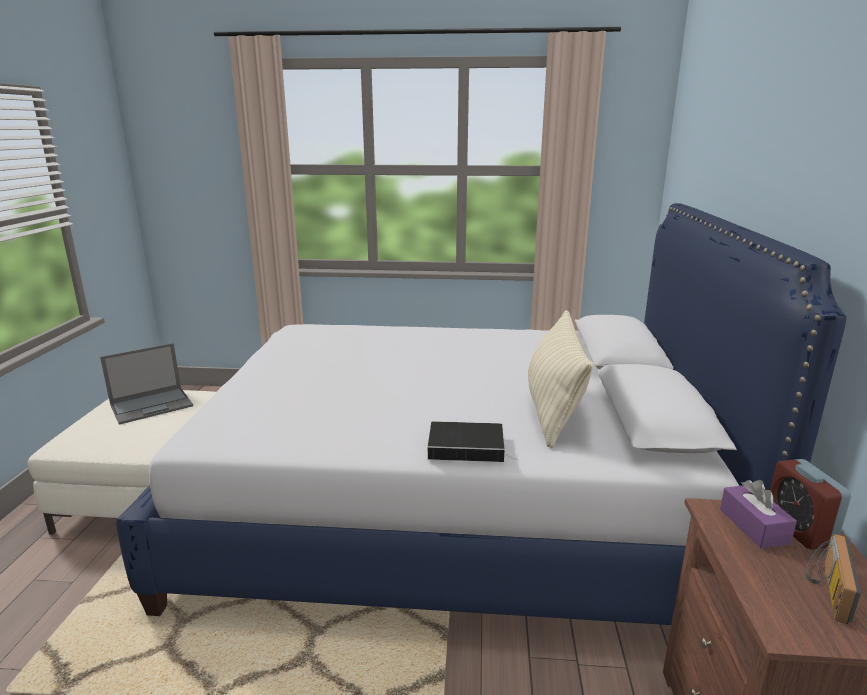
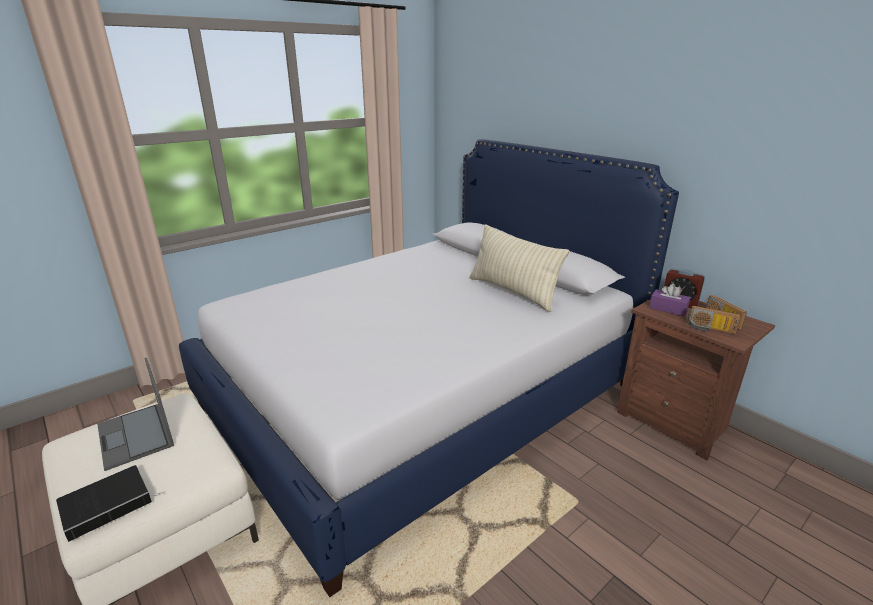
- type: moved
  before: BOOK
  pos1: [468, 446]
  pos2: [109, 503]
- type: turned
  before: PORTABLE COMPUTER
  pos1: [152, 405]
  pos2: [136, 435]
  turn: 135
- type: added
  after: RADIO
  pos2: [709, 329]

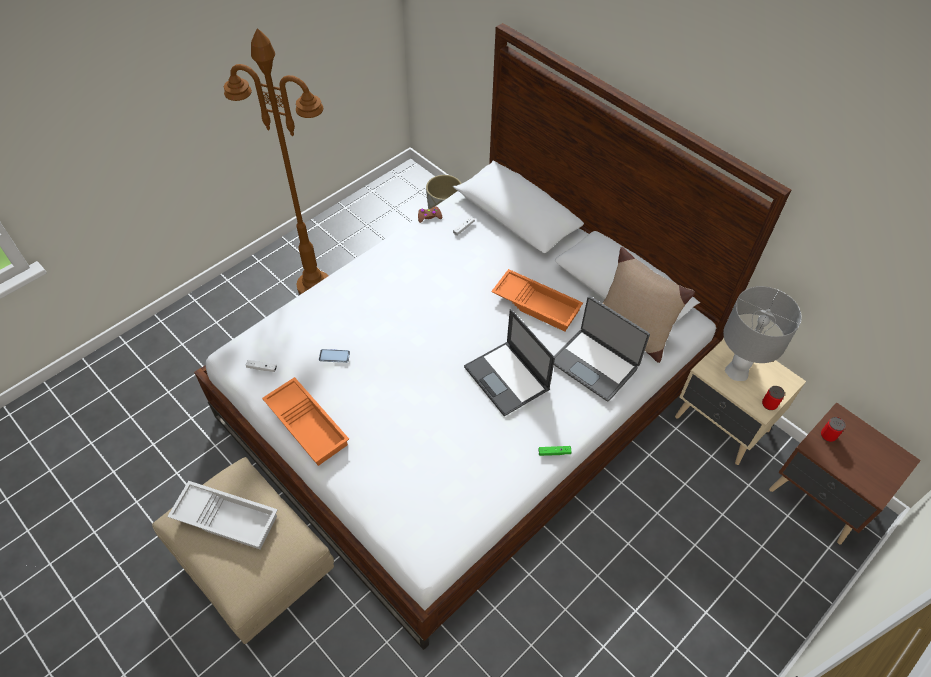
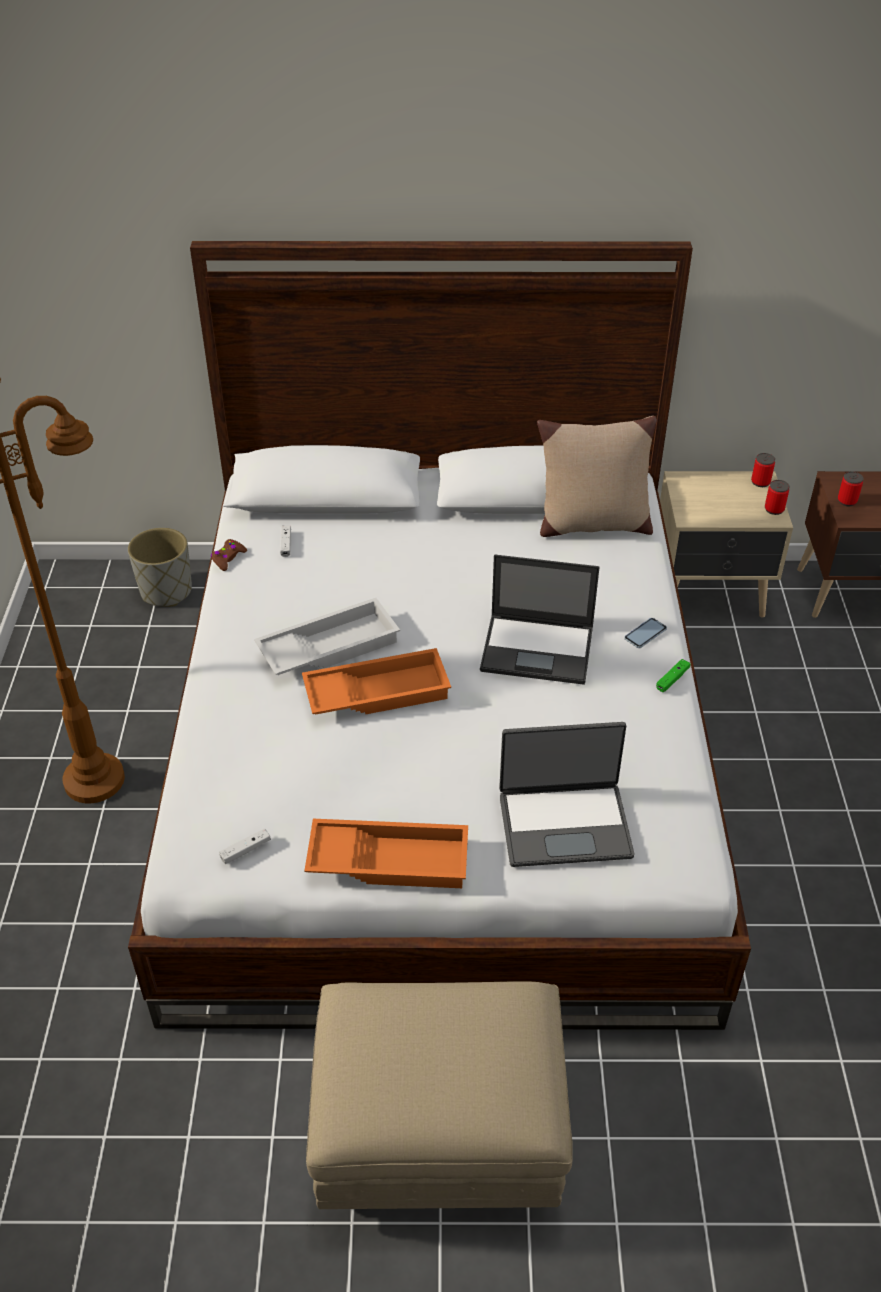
- type: moved
  before: WHITE SERVING TRAY
  pos1: [227, 517]
  pos2: [329, 646]
- type: moved
  before: ORANGE-COLOURED SERVING TRAY
  pos1: [537, 303]
  pos2: [377, 691]
- type: moved
  before: PORTABLE COMPUTER
  pos1: [595, 364]
  pos2: [564, 824]
- type: moved
  before: HANDSET
  pos1: [334, 356]
  pos2: [645, 634]
- type: added
  after: METAL CAN
  pos2: [760, 482]
- type: removed
  before: GRAY TABLE LAMP
  pos1: [737, 371]

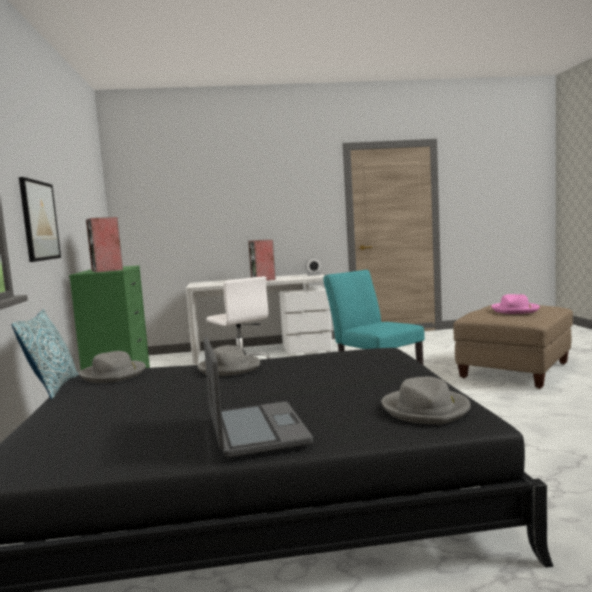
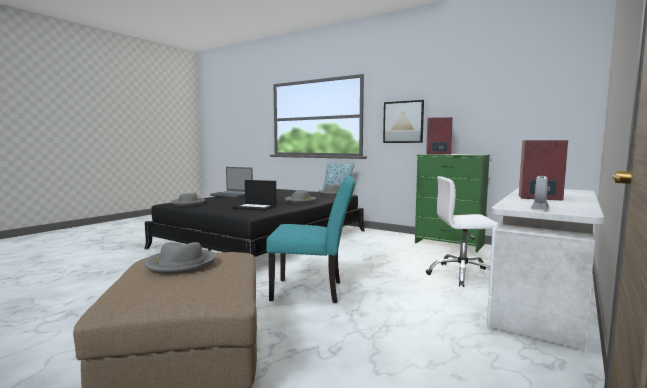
- type: recoloured
  before: PINKISH CLOTHING HAT
  after: GRAY CLOTHING HAT
  pos1: [515, 310]
  pos2: [180, 264]
- type: added
  after: PORTABLE COMPUTER
  pos2: [255, 207]

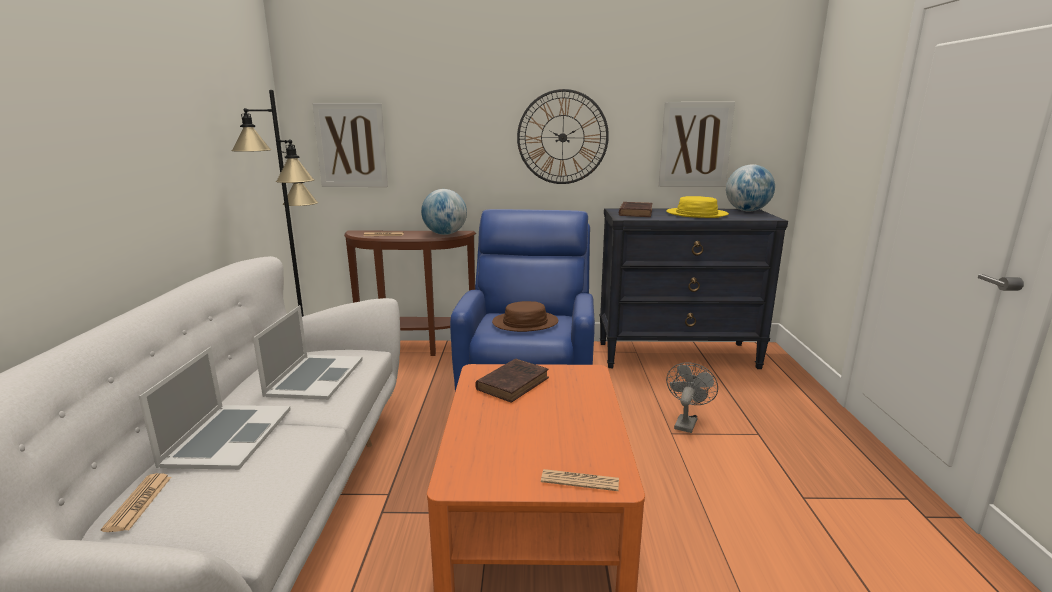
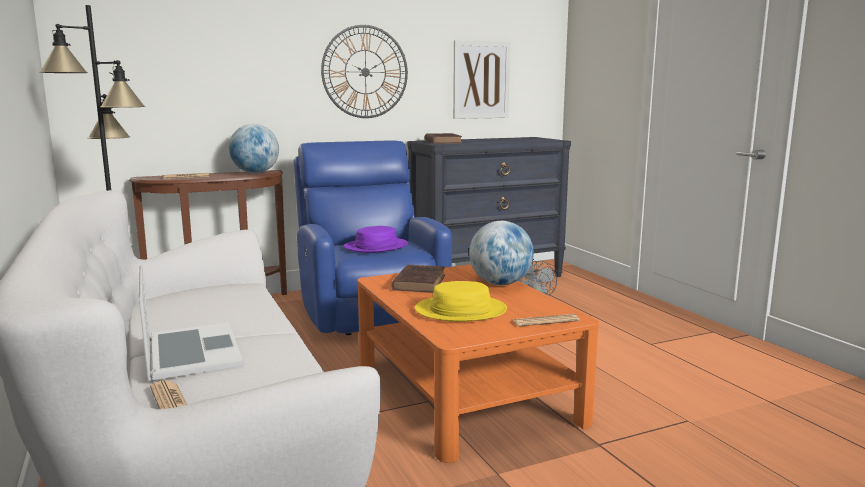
- type: recoloured
  before: BROWN CLOTHING HAT
  after: PURPLISH CLOTHING HAT
  pos1: [525, 323]
  pos2: [376, 246]
- type: moved
  before: YELLOWISH CLOTHING HAT
  pos1: [696, 214]
  pos2: [461, 310]
- type: moved
  before: GLOBE
  pos1: [747, 211]
  pos2: [500, 284]
- type: removed
  before: PORTABLE COMPUTER
  pos1: [315, 377]
- type: removed
  before: PICTURE
  pos1: [351, 145]

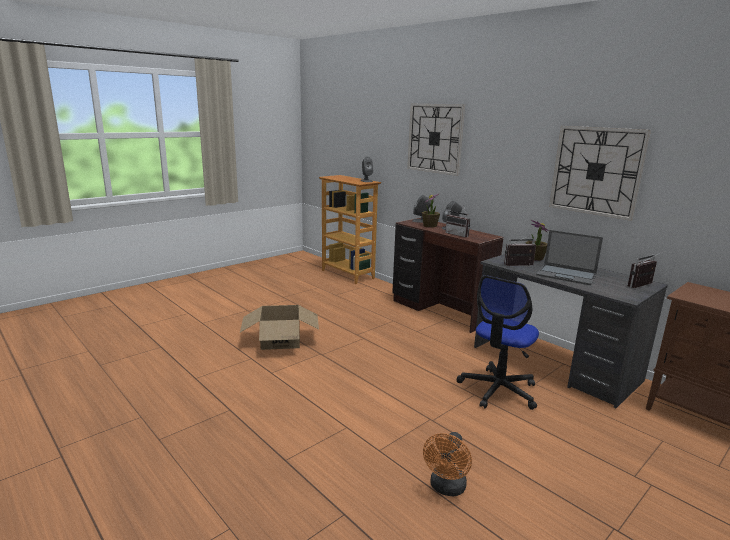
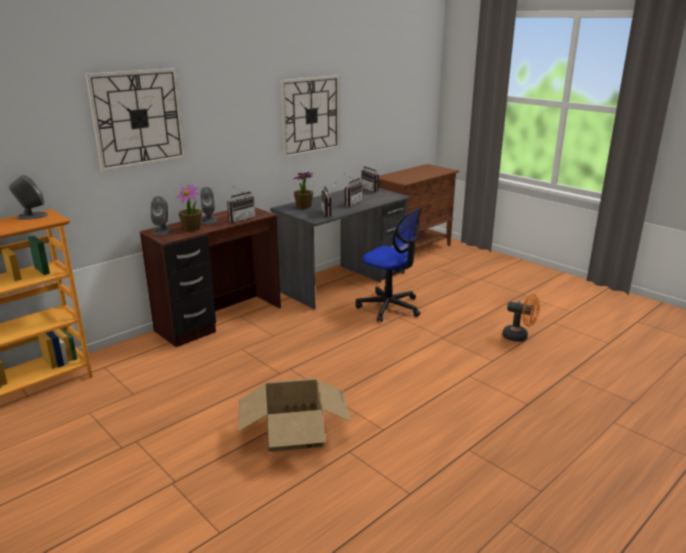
- type: replaced
  before: PORTABLE COMPUTER
  after: RADIO
  pos1: [567, 275]
  pos2: [350, 203]

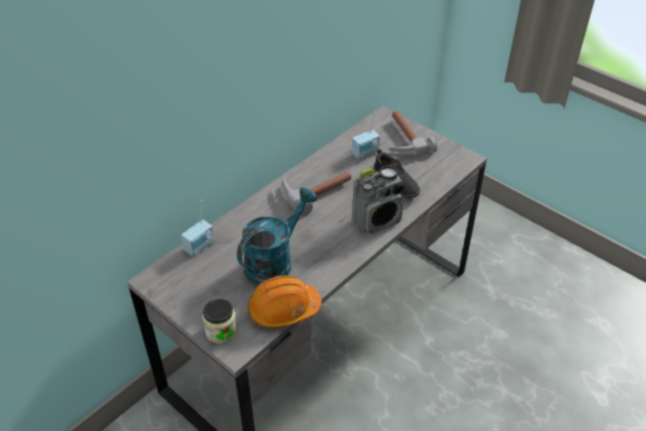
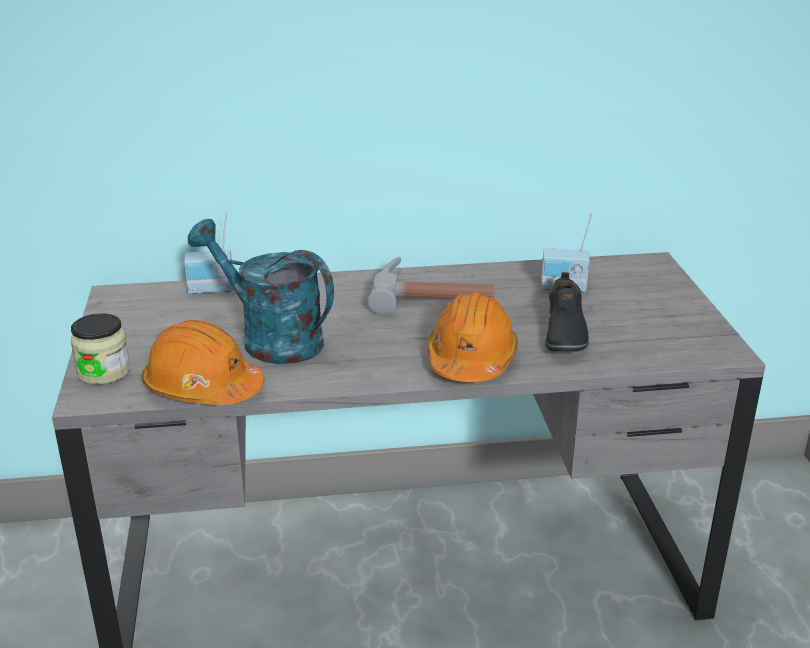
- type: turned
  before: BLUE-GREEN WATERING CAN
  pos1: [274, 261]
  pos2: [270, 339]
  turn: -135
- type: replaced
  before: RADIO
  after: ORANGE-COLOURED SAFETY HELMET
  pos1: [377, 220]
  pos2: [471, 359]
- type: removed
  before: HAND HAMMER
  pos1: [401, 140]

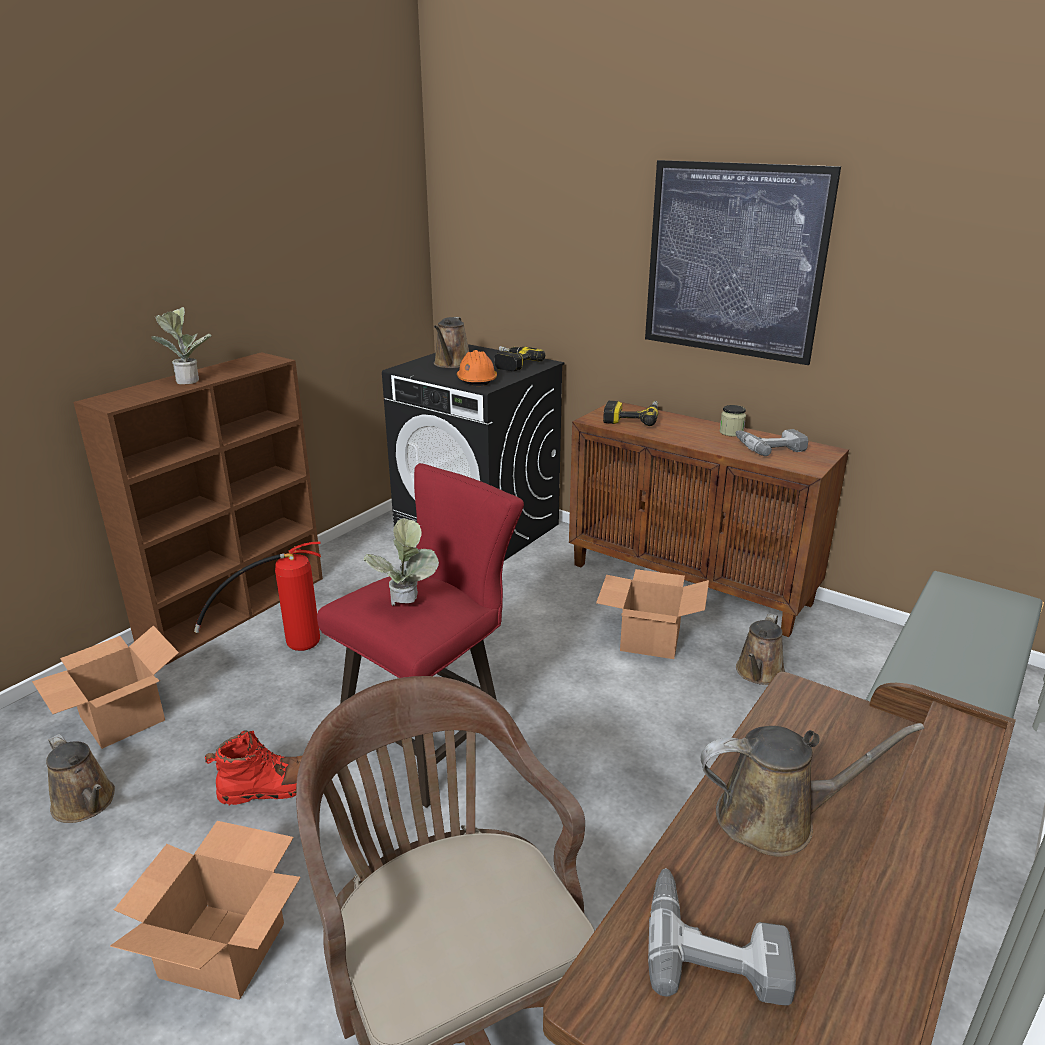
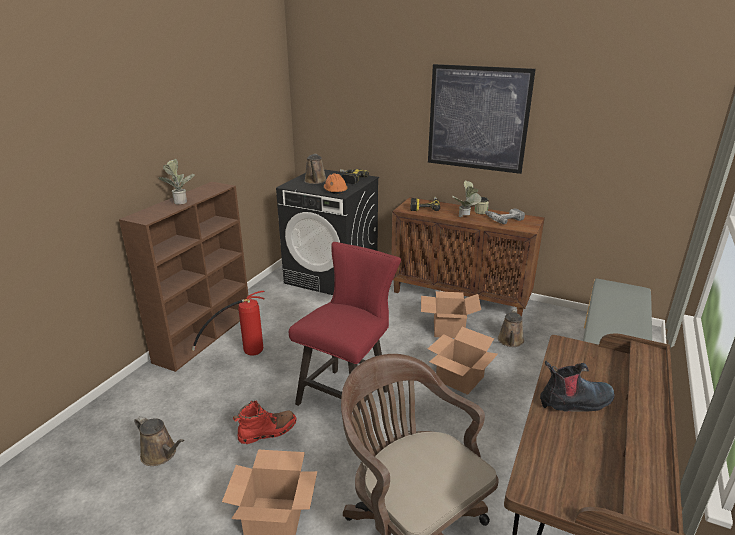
- type: moved
  before: PACKING BOX
  pos1: [123, 718]
  pos2: [460, 378]
- type: moved
  before: POTTED PLANT
  pos1: [405, 607]
  pos2: [465, 217]
- type: replaced
  before: BROWN WATERING CAN
  after: BOOT
  pos1: [775, 818]
  pos2: [575, 402]
- type: removed
  before: DRILL
  pos1: [715, 945]

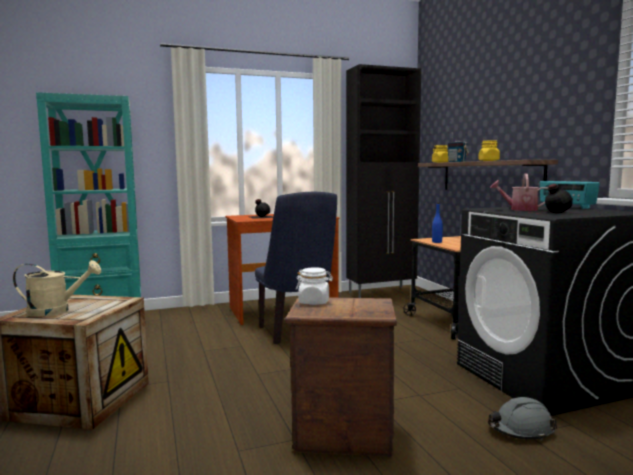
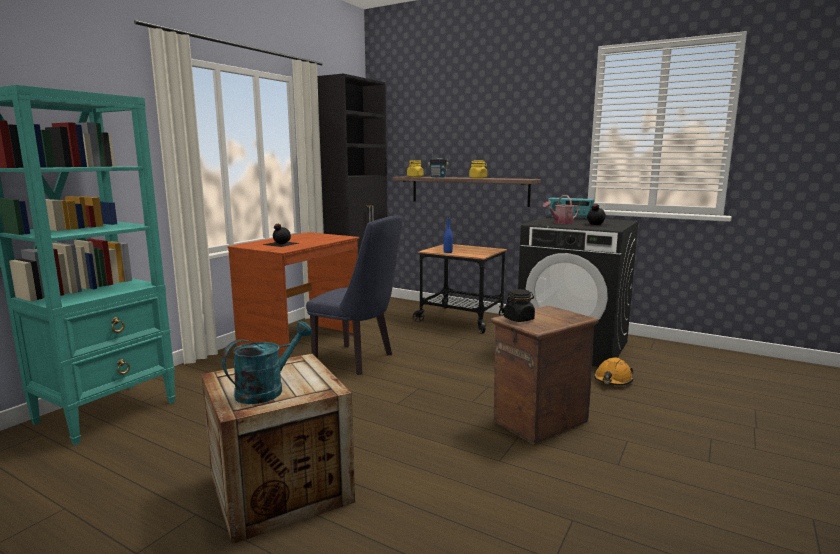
- type: recoloured
  before: BEIGE-COLOURED WATERING CAN
  after: BLUE-GREEN WATERING CAN
  pos1: [56, 311]
  pos2: [267, 390]
- type: recoloured
  before: WHITE STORAGE JAR
  after: BLACK STORAGE JAR
  pos1: [314, 302]
  pos2: [519, 319]
- type: recoloured
  before: GRAY SAFETY HELMET
  after: ORANGE-COLOURED SAFETY HELMET
  pos1: [520, 430]
  pos2: [613, 380]

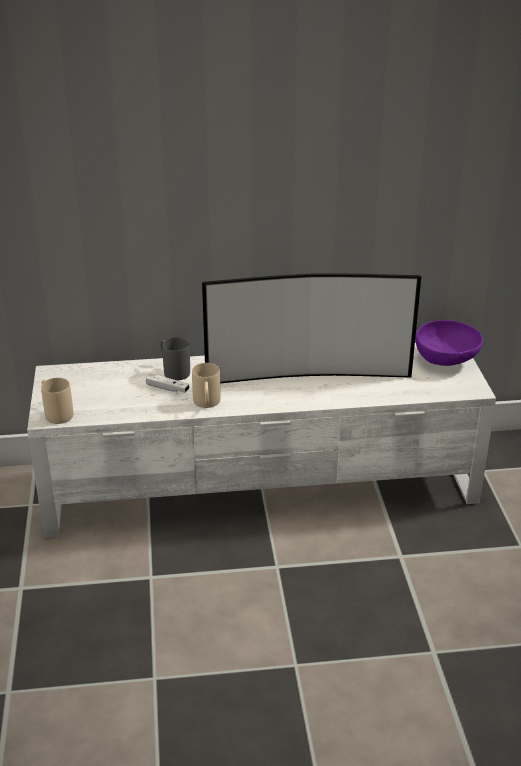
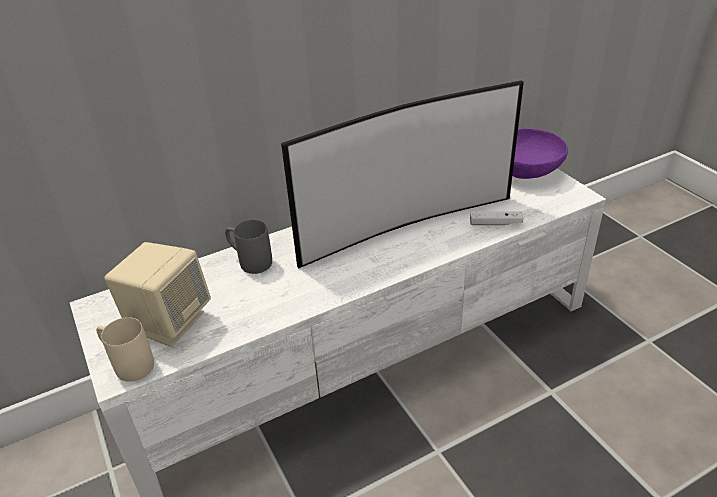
- type: added
  after: BEIGE-COLOURED SPEAKER
  pos2: [169, 322]
- type: moved
  before: WHITE GAME CONTROLLER
  pos1: [167, 388]
  pos2: [495, 223]
- type: removed
  before: BEIGE-COLOURED MUG
  pos1: [207, 404]

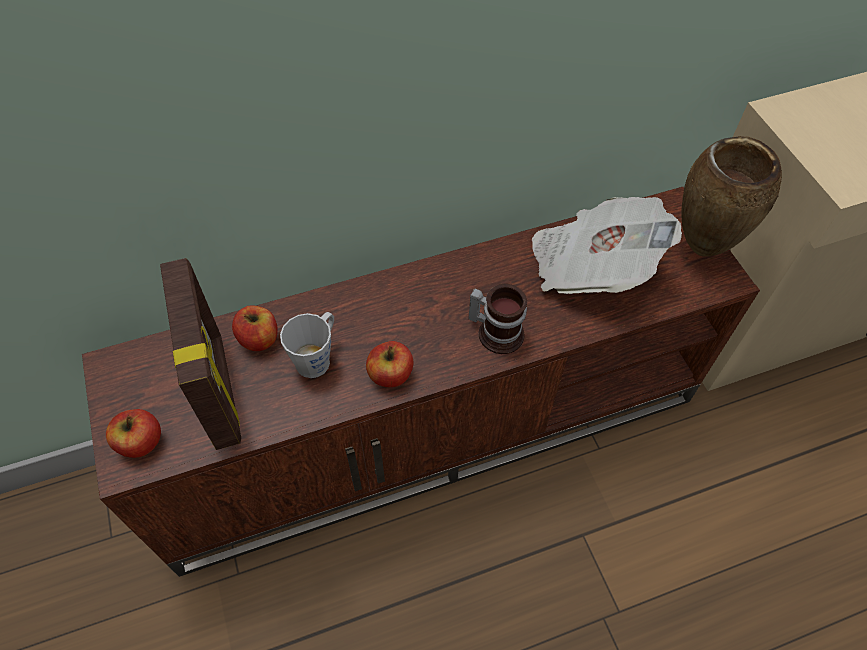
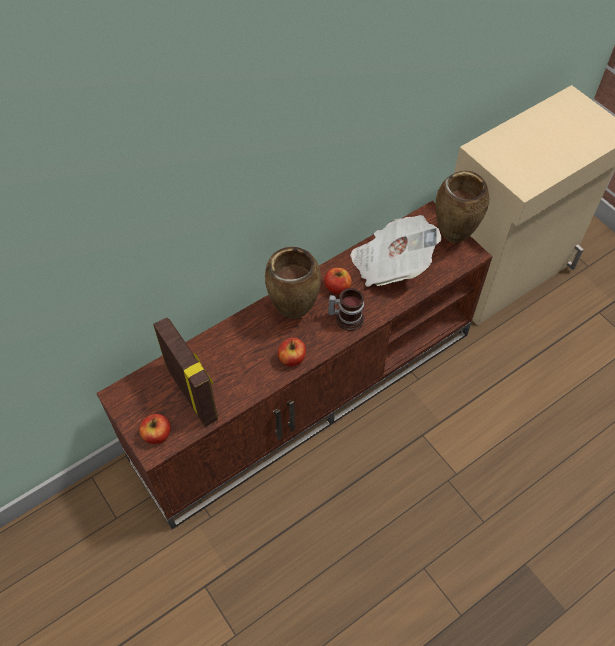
- type: added
  after: BROWN FLOWER VASE
  pos2: [293, 314]
- type: moved
  before: WHOLE APPLE
  pos1: [259, 339]
  pos2: [337, 287]
- type: removed
  before: GRAY MUG
  pos1: [317, 357]

